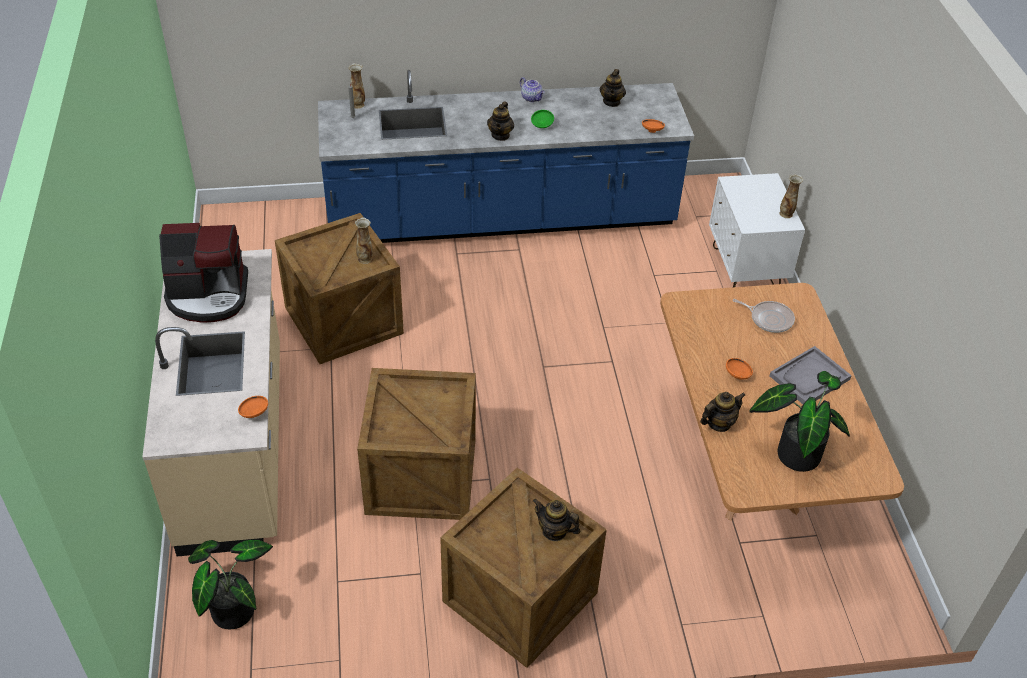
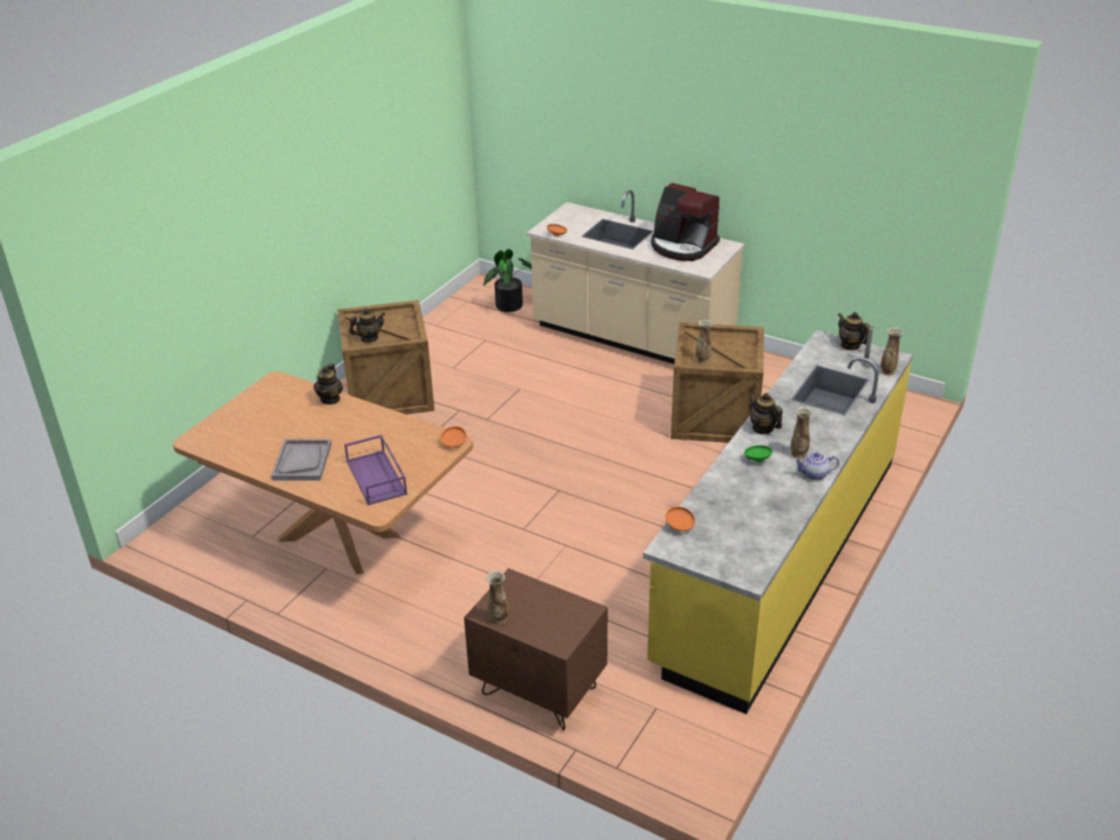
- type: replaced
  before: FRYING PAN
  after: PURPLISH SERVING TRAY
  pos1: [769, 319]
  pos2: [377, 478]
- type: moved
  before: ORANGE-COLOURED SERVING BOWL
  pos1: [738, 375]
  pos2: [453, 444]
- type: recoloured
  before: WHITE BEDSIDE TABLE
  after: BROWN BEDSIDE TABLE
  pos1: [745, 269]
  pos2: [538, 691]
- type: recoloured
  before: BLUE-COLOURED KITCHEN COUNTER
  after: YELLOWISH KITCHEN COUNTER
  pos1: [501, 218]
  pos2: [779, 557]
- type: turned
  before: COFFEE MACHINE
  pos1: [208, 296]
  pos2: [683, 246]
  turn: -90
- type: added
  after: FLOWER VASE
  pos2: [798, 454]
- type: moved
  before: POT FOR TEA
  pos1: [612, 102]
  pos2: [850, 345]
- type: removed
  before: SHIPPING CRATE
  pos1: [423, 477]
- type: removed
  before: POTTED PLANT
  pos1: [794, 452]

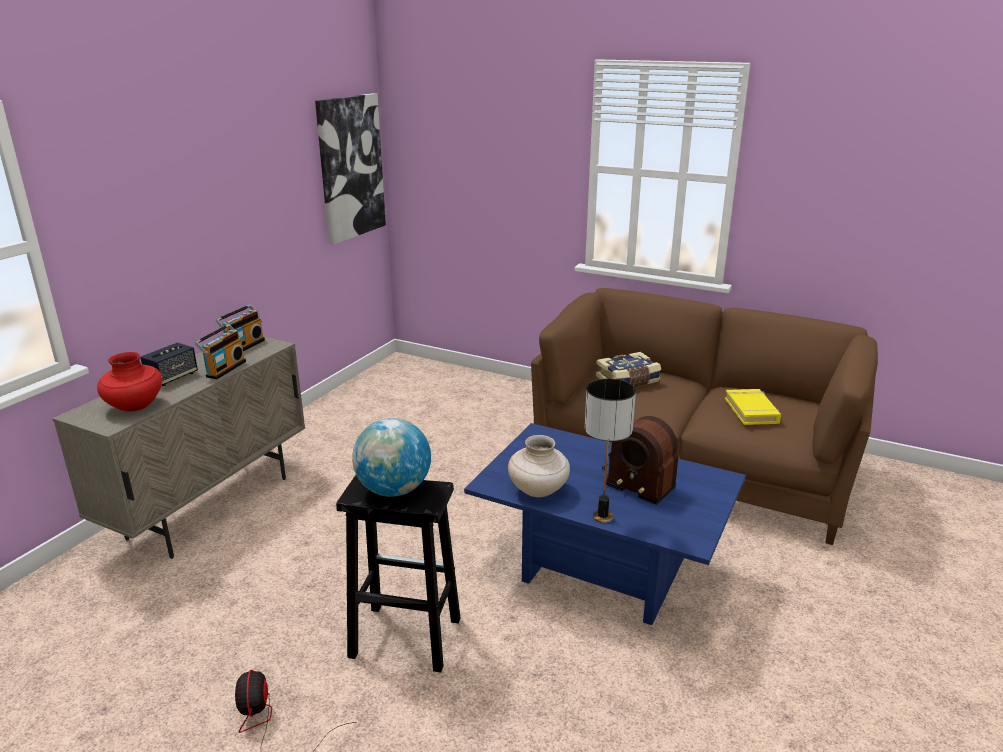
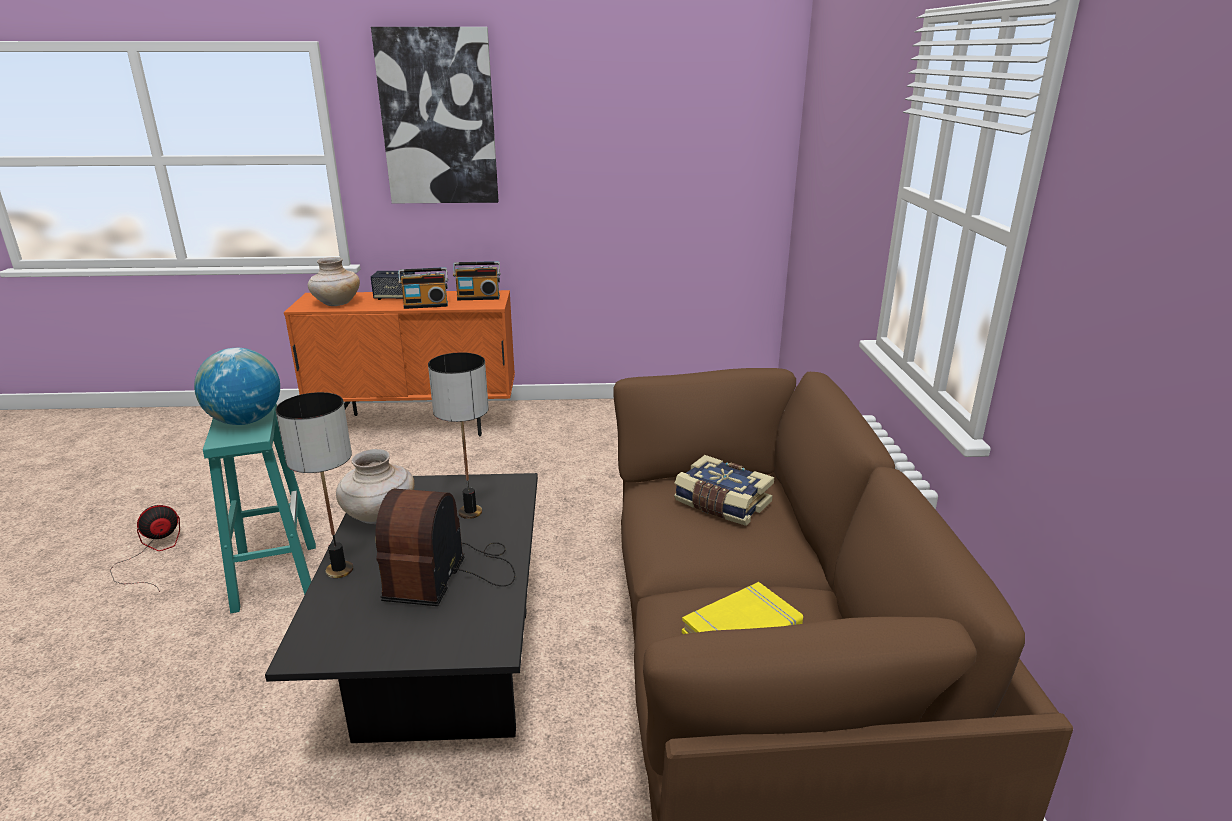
- type: recoloured
  before: BLACK SITTING STOOL
  after: BLUE-GREEN SITTING STOOL
  pos1: [403, 637]
  pos2: [275, 576]
- type: recoloured
  before: BLUE-COLOURED COFFEE TABLE
  after: BLACK COFFEE TABLE
  pos1: [601, 571]
  pos2: [441, 669]
- type: recoloured
  before: BEIGE-COLOURED CUPBOARD
  after: ORANGE-COLOURED CUPBOARD
  pos1: [211, 507]
  pos2: [417, 425]
- type: recoloured
  before: RED-COLOURED FLOWER VASE
  after: BEIGE-COLOURED FLOWER VASE
  pos1: [134, 406]
  pos2: [336, 303]
- type: moved
  before: PICTURE
  pos1: [350, 167]
  pos2: [438, 118]
- type: added
  after: TABLE LAMP
  pos2: [469, 513]

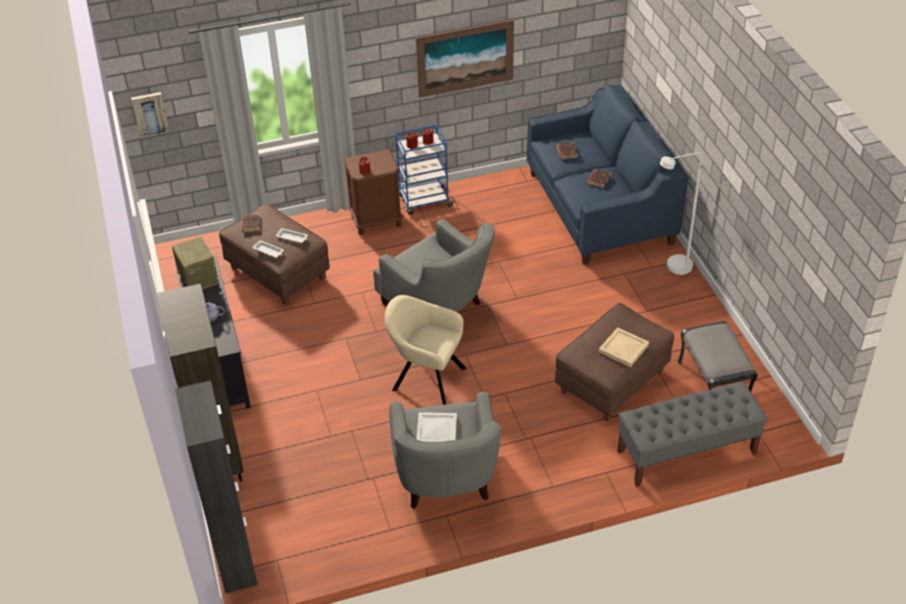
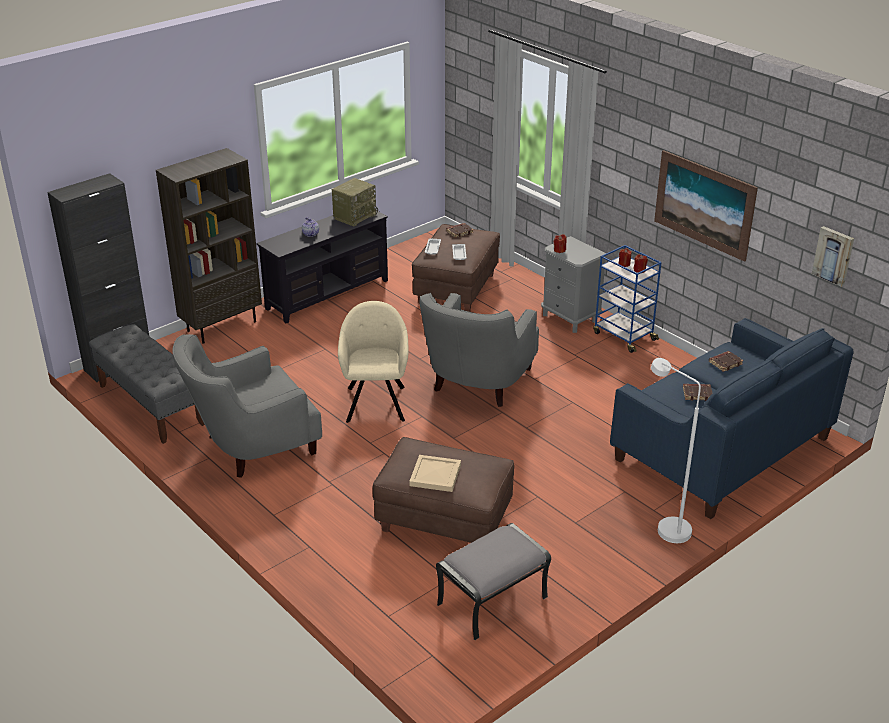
- type: moved
  before: GRAY INDOOR BENCH
  pos1: [686, 453]
  pos2: [151, 405]
- type: recoloured
  before: BROWN BEDSIDE TABLE
  after: GRAY BEDSIDE TABLE
  pos1: [376, 221]
  pos2: [570, 318]
- type: moved
  before: PICTURE
  pos1: [150, 113]
  pos2: [834, 255]
- type: removed
  before: WHITE SERVING TRAY
  pos1: [437, 431]

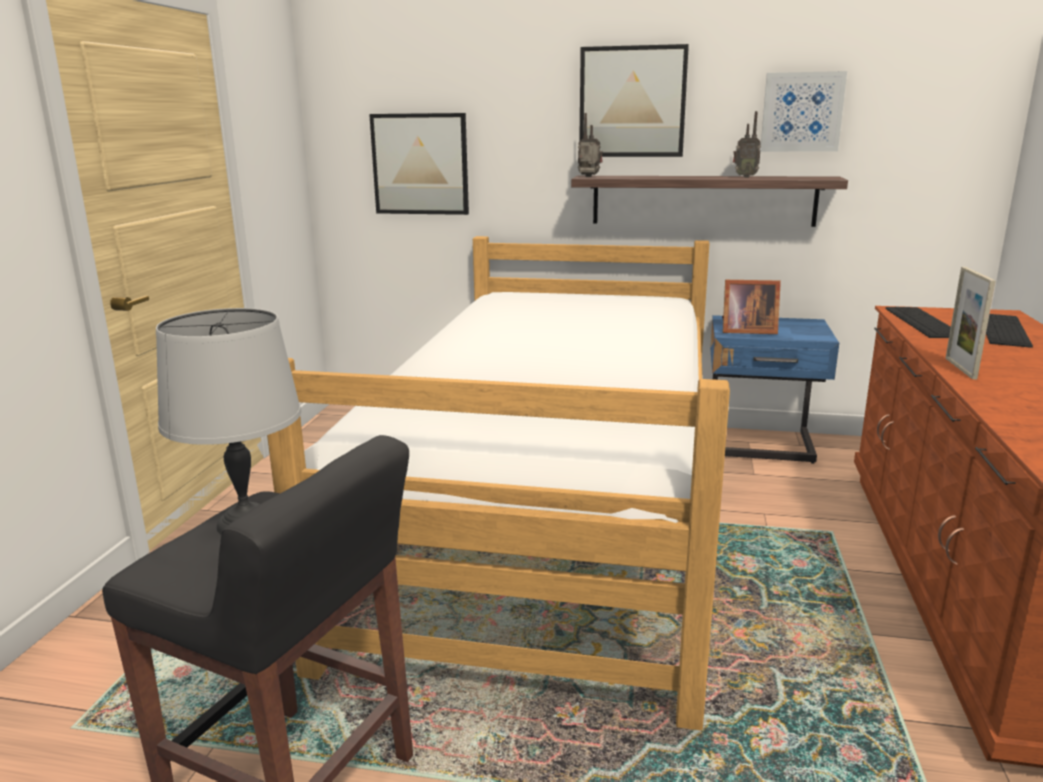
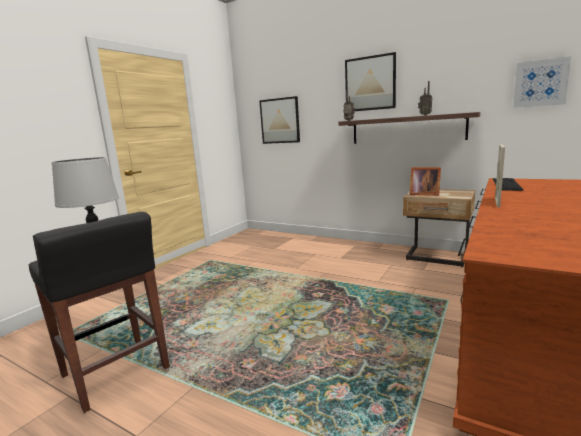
- type: recoloured
  before: BLUE-COLOURED BEDSIDE TABLE
  after: BEIGE-COLOURED BEDSIDE TABLE
  pos1: [760, 446]
  pos2: [437, 257]
- type: moved
  before: PICTURE
  pos1: [802, 112]
  pos2: [540, 83]
- type: removed
  before: SLEEPING BED
  pos1: [554, 516]
- type: removed
  before: COMPUTER KEYBOARD
  pos1: [1004, 330]

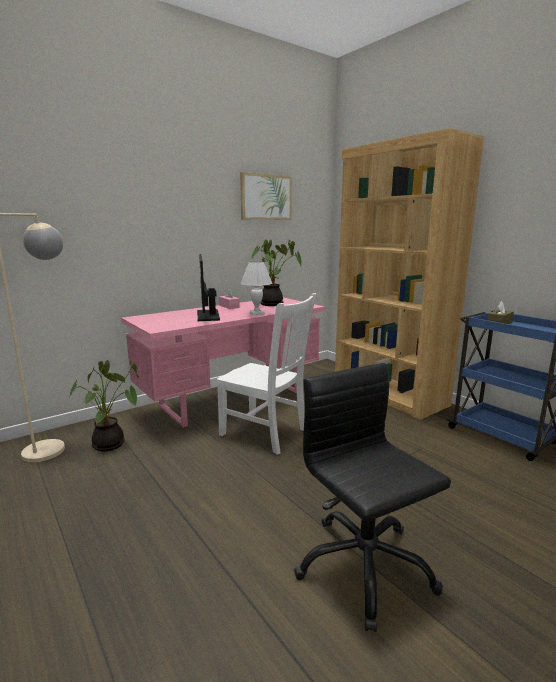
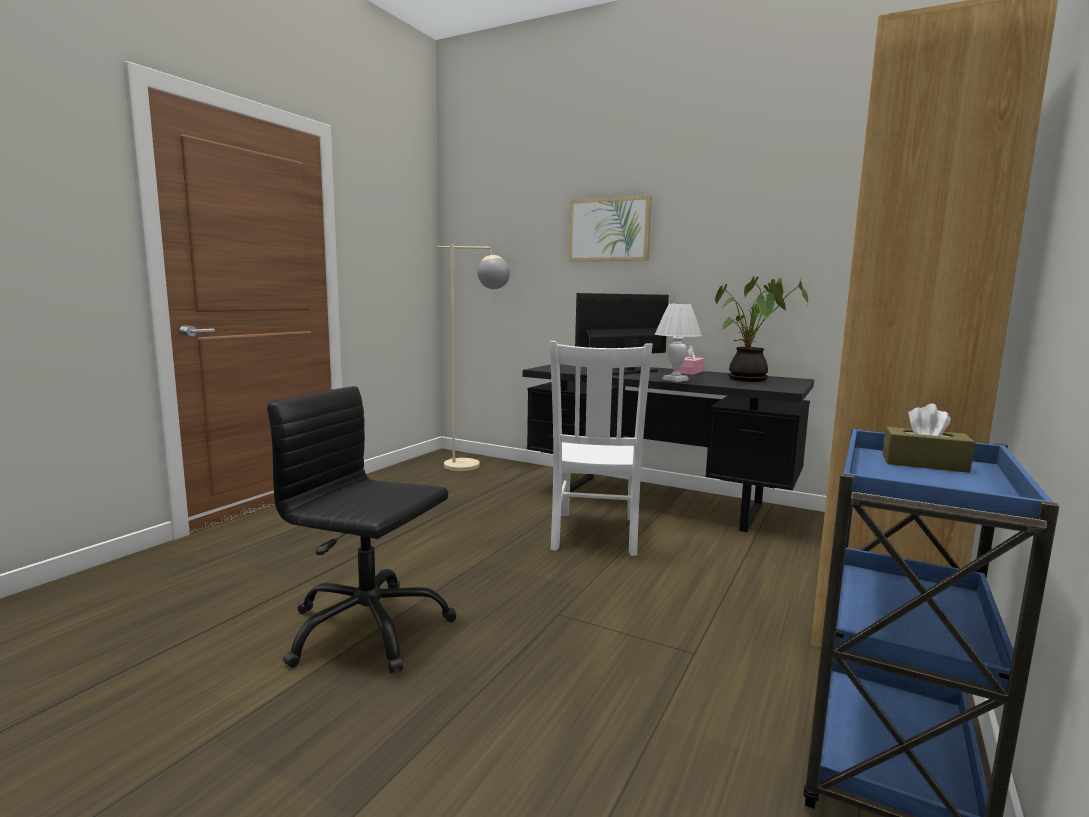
- type: turned
  before: BLACK OFFICE CHAIR
  pos1: [364, 566]
  pos2: [367, 629]
  turn: -105
- type: recoloured
  before: PINKISH DESK TABLE
  after: BLACK DESK TABLE
  pos1: [232, 398]
  pos2: [659, 501]
- type: moved
  before: PICTURE
  pos1: [266, 197]
  pos2: [609, 230]
- type: removed
  before: POTTED PLANT
  pos1: [111, 445]

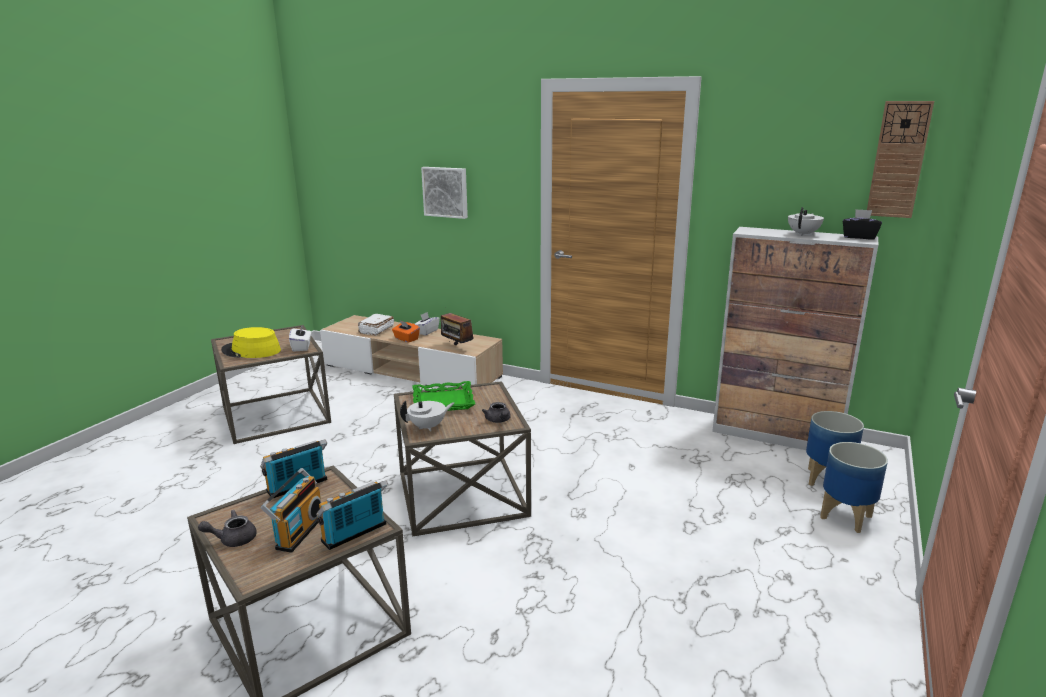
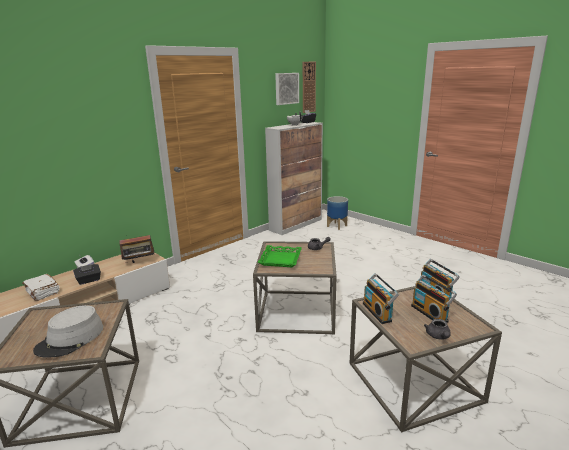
- type: recoloured
  before: YELLOWISH CLOTHING HAT
  after: GRAY CLOTHING HAT
  pos1: [251, 351]
  pos2: [70, 339]
- type: recoloured
  before: ORANGE-COLOURED BOX OF TISSUES
  after: BLACK BOX OF TISSUES
  pos1: [406, 339]
  pos2: [89, 280]
- type: moved
  before: PICTURE
  pos1: [446, 192]
  pos2: [286, 88]
- type: turned
  before: RADIO
  pos1: [298, 531]
  pos2: [430, 313]
  turn: -150
- type: removed
  before: WHITE BOX OF TISSUES
  pos1: [302, 347]
- type: removed
  before: WHITE POT FOR TEA
  pos1: [428, 427]
- type: removed
  before: PLANT POT
  pos1: [845, 517]

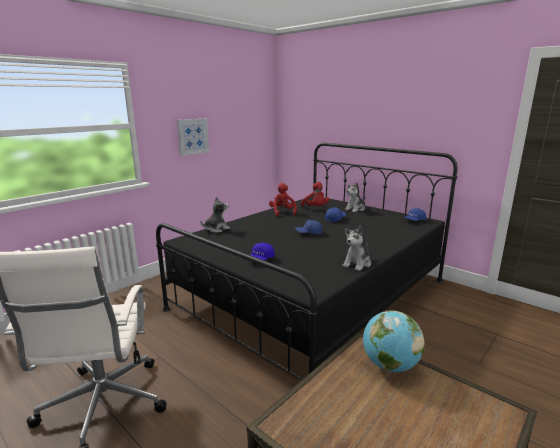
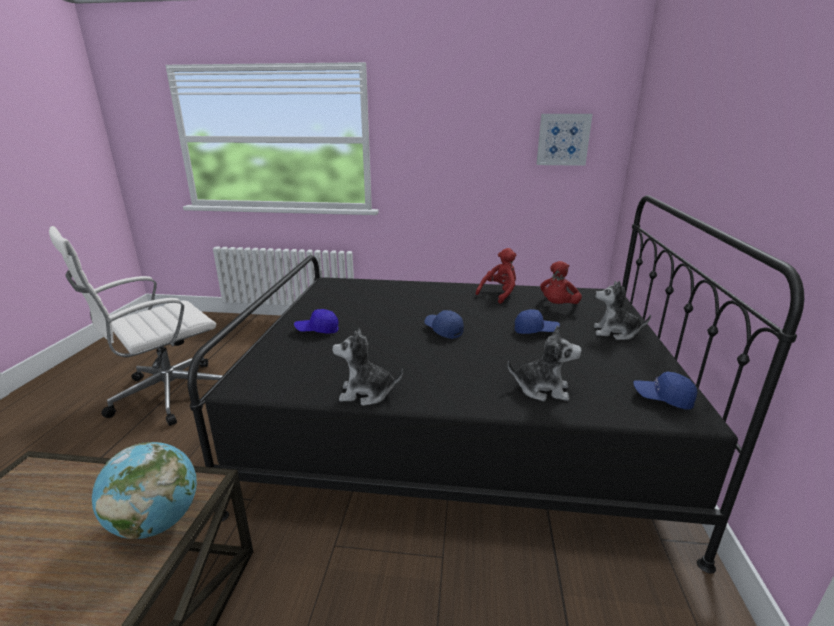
- type: moved
  before: SOFT TOY
  pos1: [216, 229]
  pos2: [542, 389]
- type: moved
  before: PICTURE
  pos1: [192, 136]
  pos2: [563, 139]

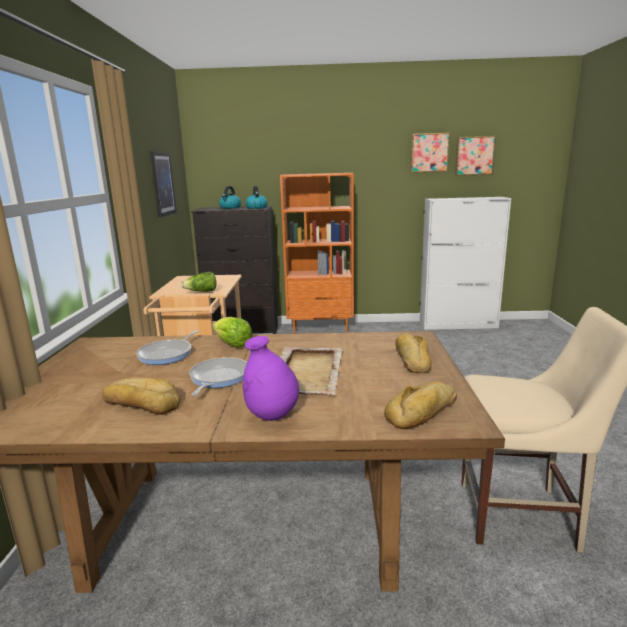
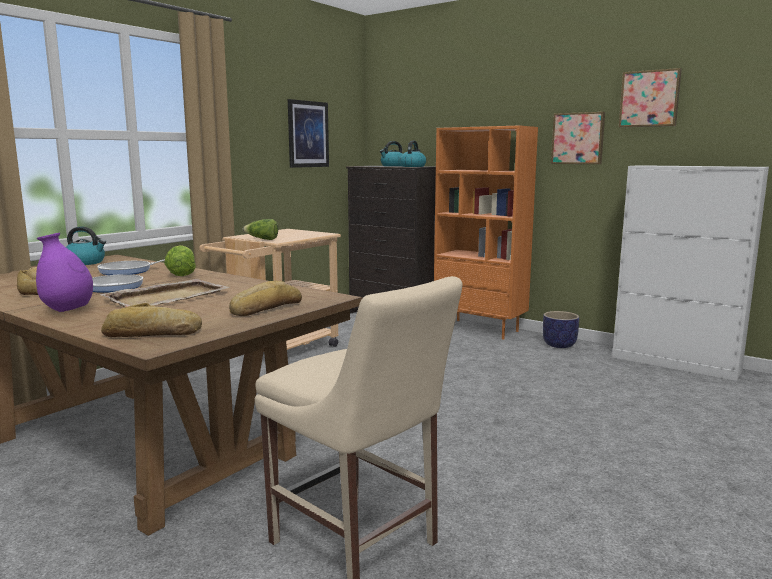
- type: added
  after: TEA KETTLE
  pos2: [85, 262]
- type: added
  after: PLANT POT
  pos2: [559, 345]
- type: moved
  before: PICTURE
  pos1: [474, 156]
  pos2: [578, 138]

